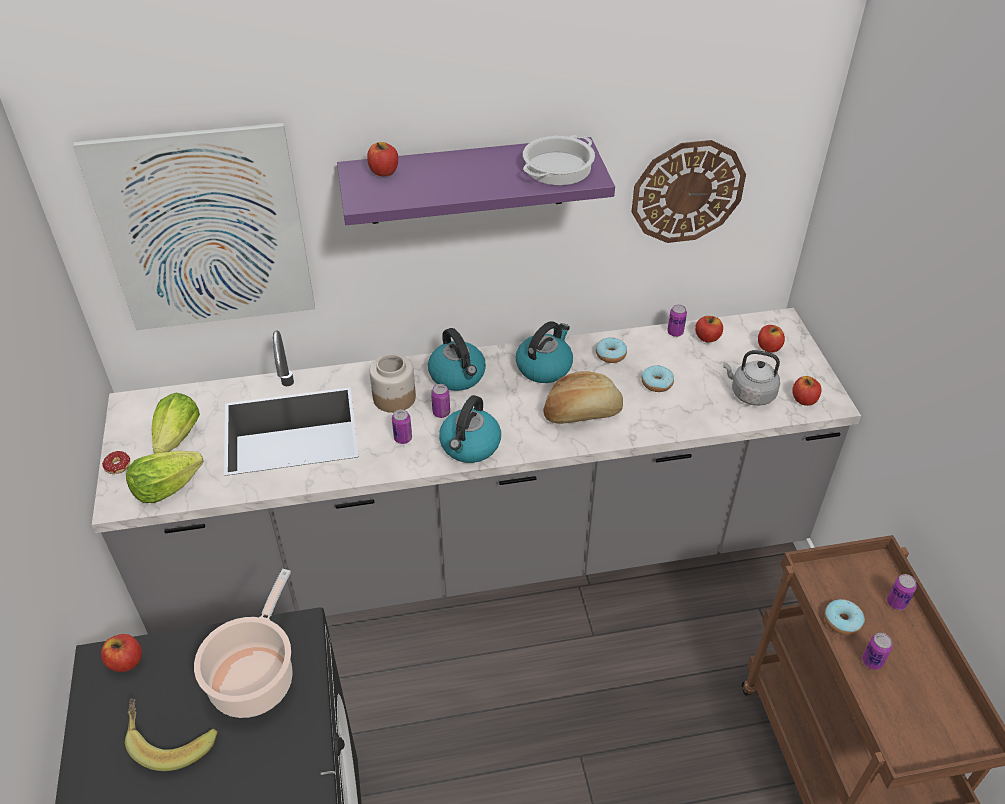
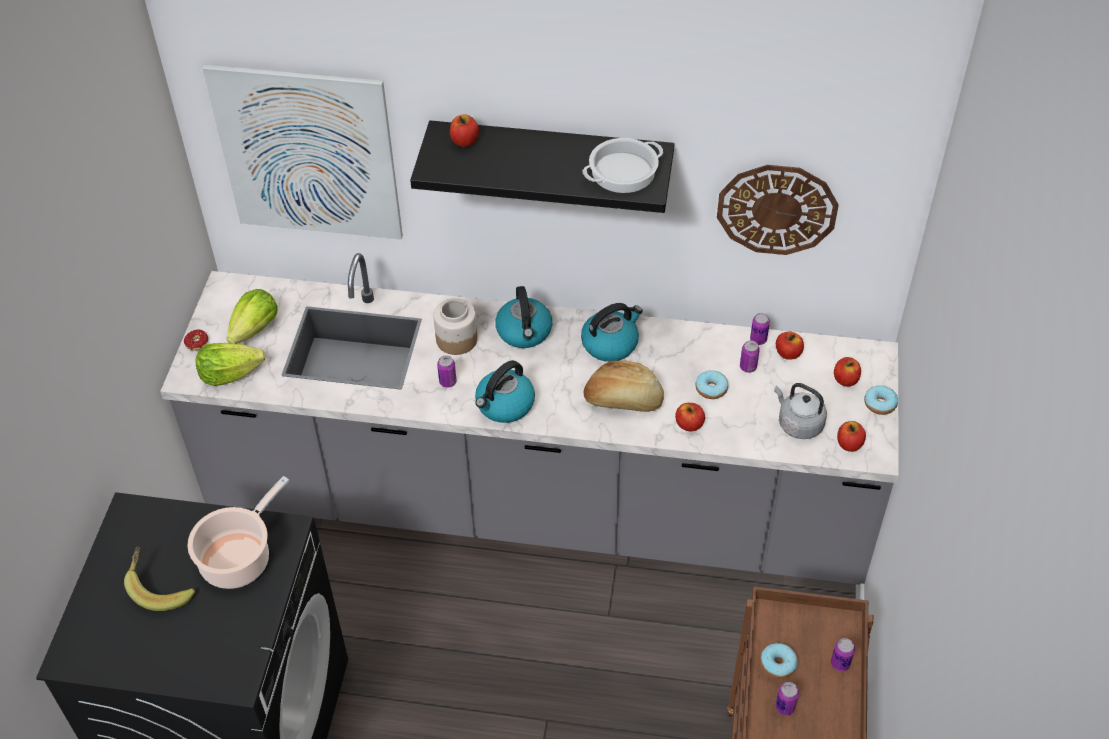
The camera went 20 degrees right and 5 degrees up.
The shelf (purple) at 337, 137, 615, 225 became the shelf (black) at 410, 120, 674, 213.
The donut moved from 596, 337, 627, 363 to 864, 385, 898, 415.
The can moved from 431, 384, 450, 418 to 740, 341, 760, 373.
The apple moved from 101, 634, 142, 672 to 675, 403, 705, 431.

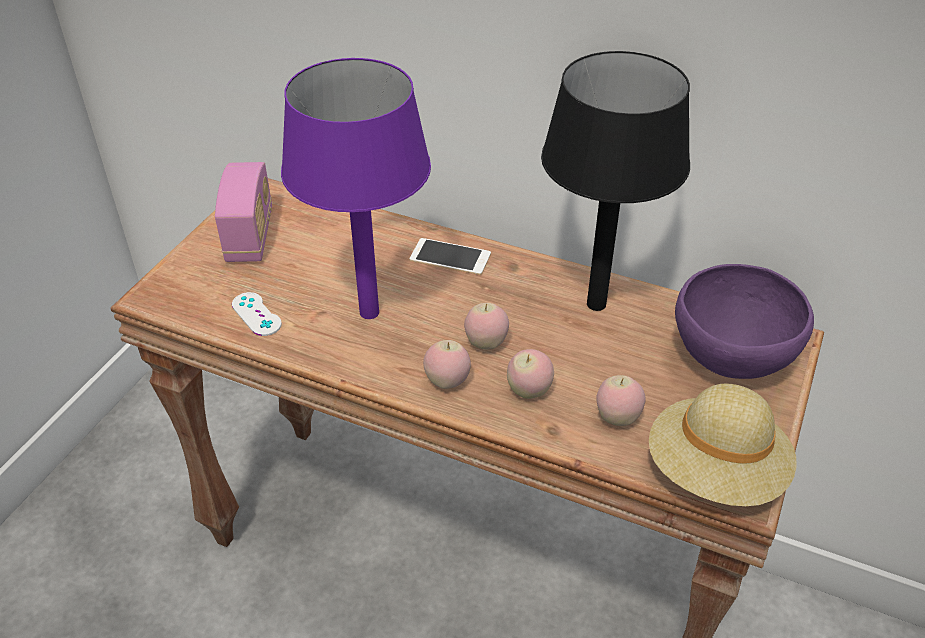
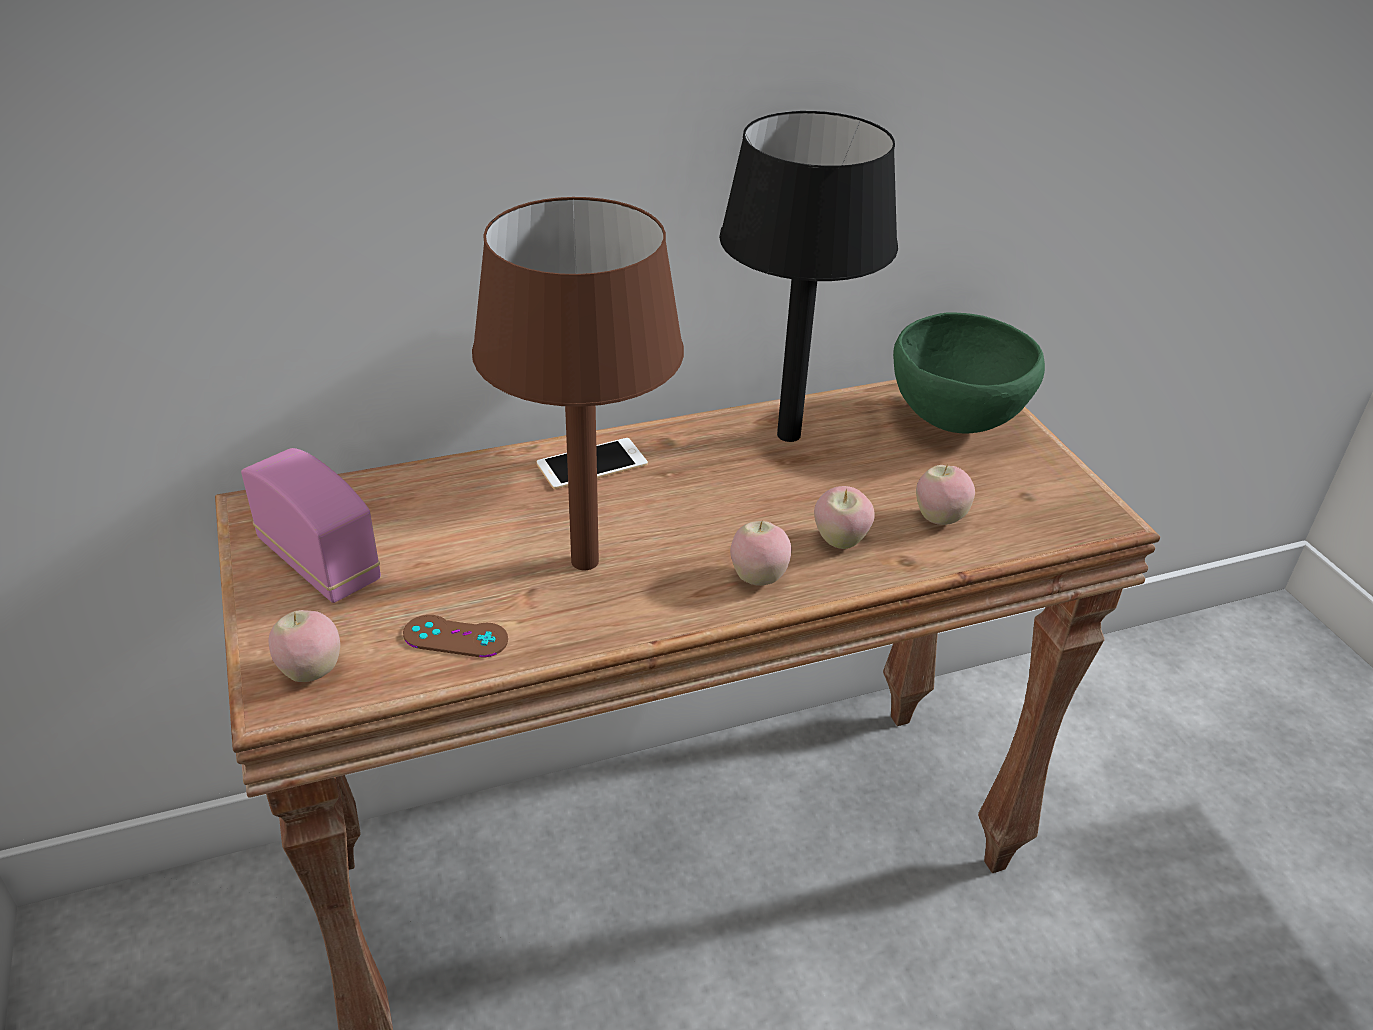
The camera went 45 degrees left and 5 degrees down.
The table lamp (purple) at 281, 58, 431, 319 became the table lamp (brown) at 472, 197, 684, 570.
The bowl (purple) at 675, 264, 814, 379 became the bowl (green) at 893, 312, 1045, 434.
The game controller (white) at 232, 292, 282, 336 became the game controller (brown) at 403, 615, 508, 657.
The apple moved from 464, 303, 509, 350 to 269, 610, 340, 682.
The hat (beige) at 649, 384, 797, 507 disappeared.

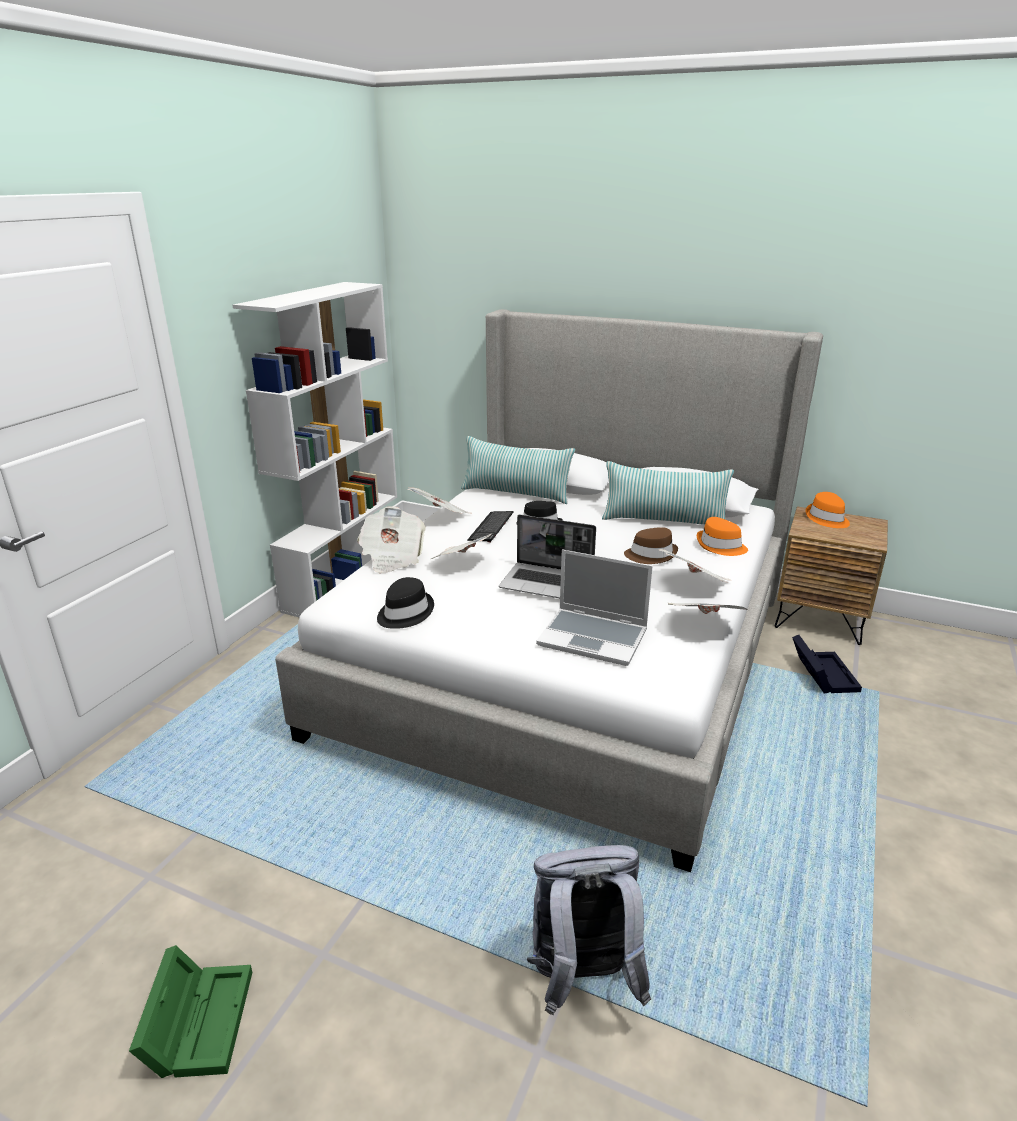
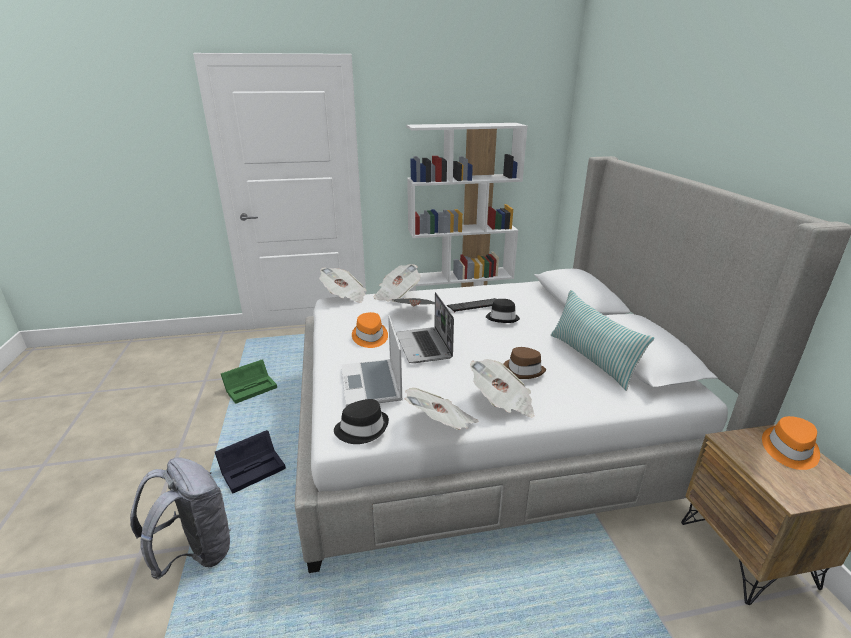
The camera went 55 degrees right and 0 degrees up.
The pillow at 461, 436, 575, 504 disappeared.
The newspaper moved from 407, 487, 472, 514 to 319, 268, 367, 303.
The hat (orange) moved from 697, 517, 748, 556 to 352, 312, 388, 348.
The hat (black) moved from 377, 577, 434, 629 to 334, 399, 389, 444.
The storage box (black) moved from 792, 635, 862, 693 to 215, 430, 286, 494.
The storage box (green) moved from 129, 945, 252, 1078 to 221, 360, 277, 404.

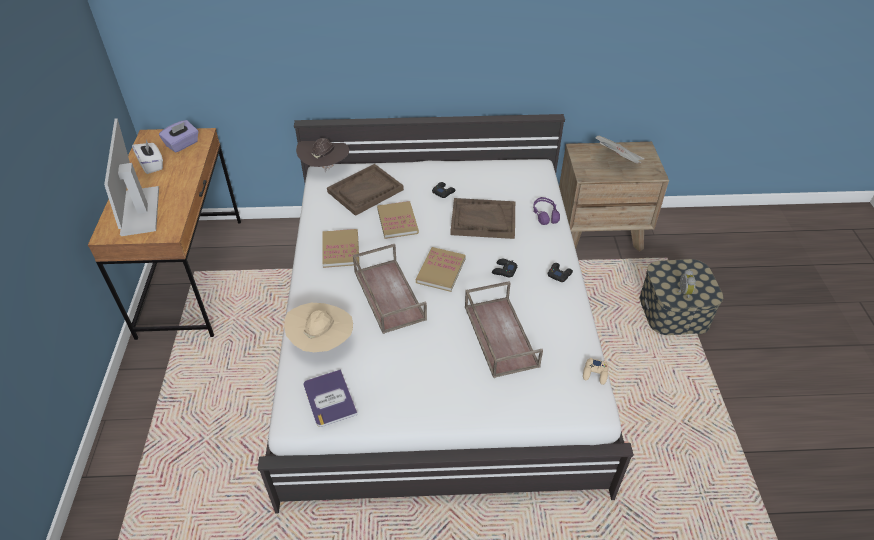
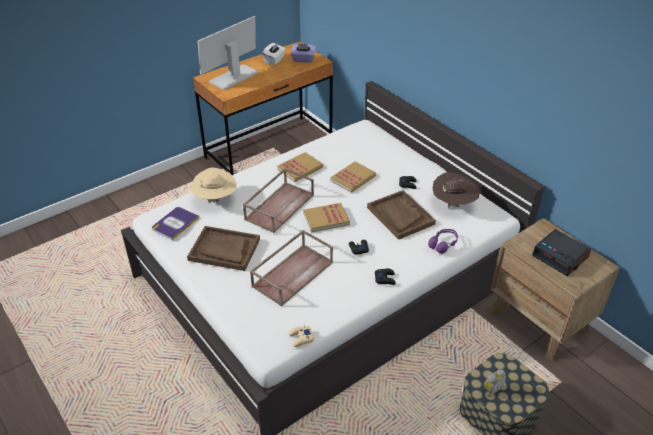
The camera went 55 degrees right and 5 degrees down.
The newspaper at 595, 136, 645, 164 was replaced by the alarm clock at 532, 229, 591, 276.
The hat (brown) moved from 296, 138, 349, 173 to 432, 172, 479, 208.
The tray (brown) moved from 327, 164, 404, 216 to 187, 226, 260, 271.

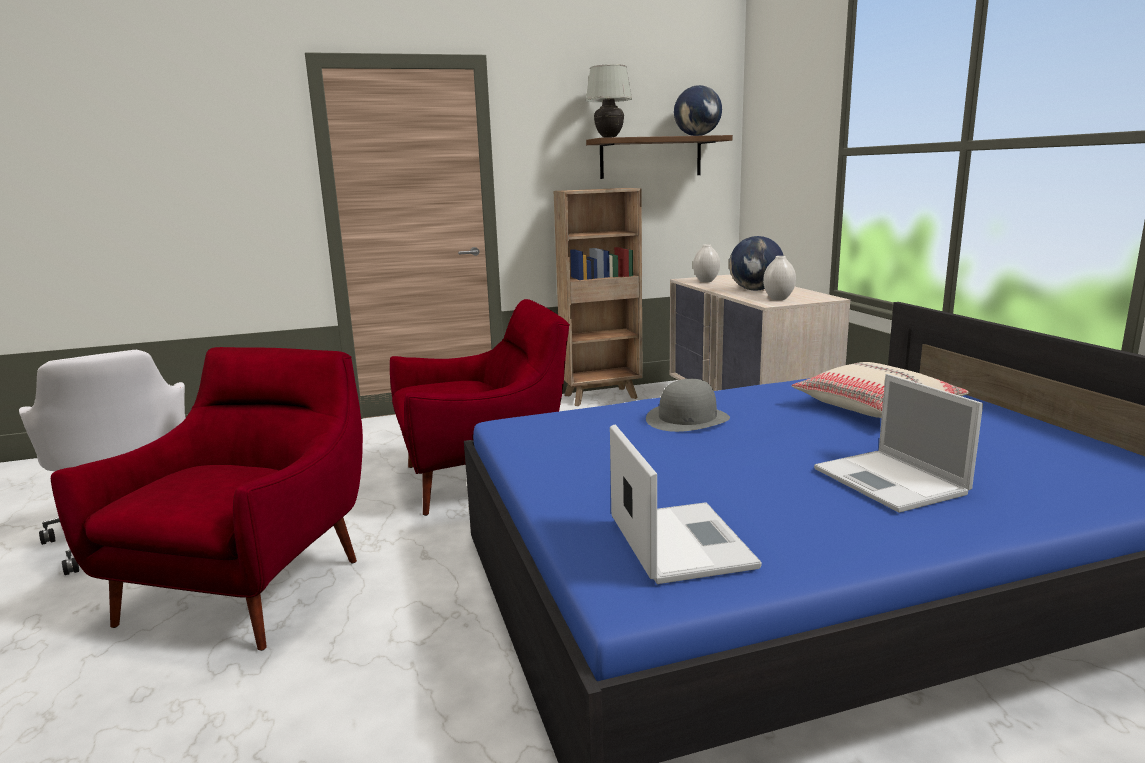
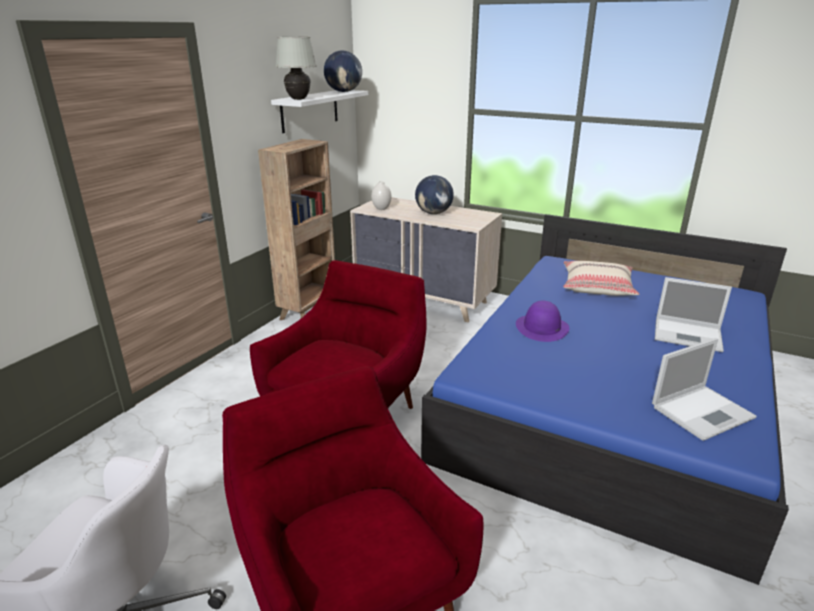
The camera went 45 degrees left and 10 degrees up.
The shelf (brown) at 586, 135, 733, 179 became the shelf (white) at 271, 90, 369, 133.
The vase (white) at 763, 256, 796, 300 disappeared.
The hat (grey) at 646, 379, 730, 432 became the hat (purple) at 516, 301, 569, 342.
The laptop at 610, 425, 762, 584 turned 120 degrees clockwise.

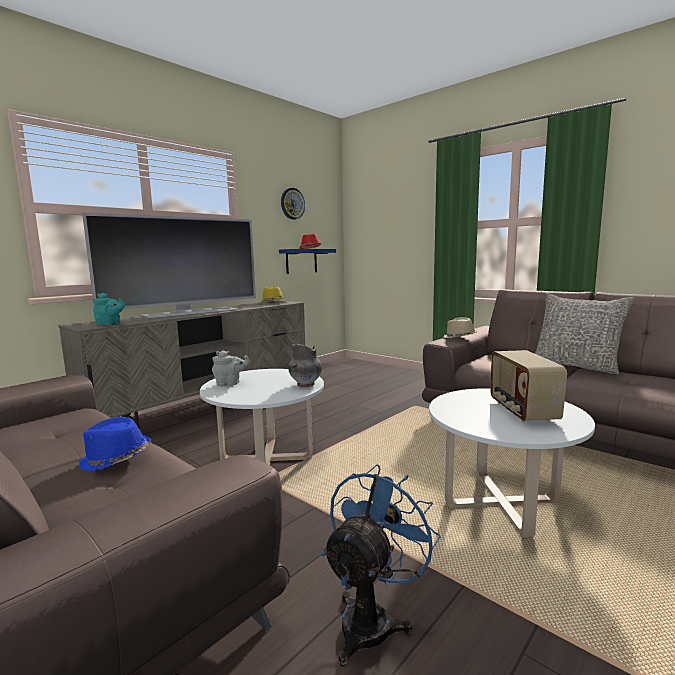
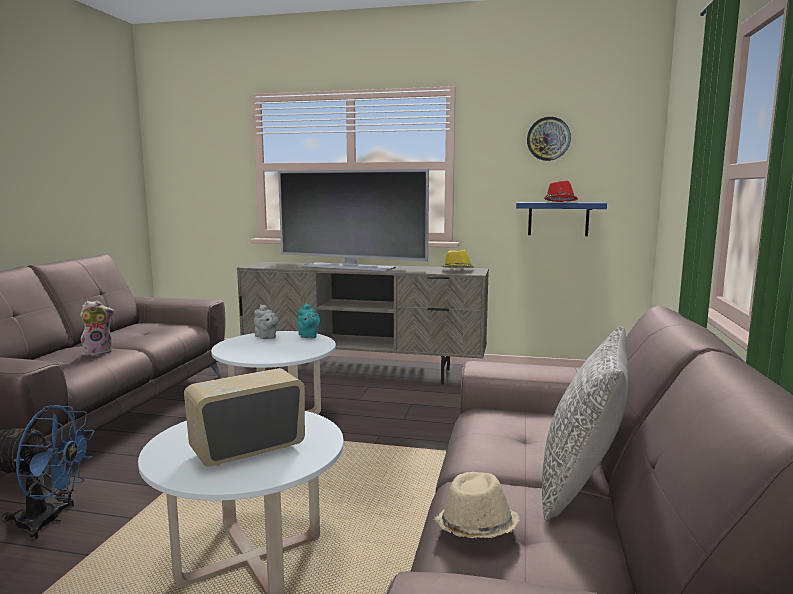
The camera went 60 degrees right and 0 degrees up.
The teapot (turquoise) moved from 93, 293, 125, 325 to 297, 303, 320, 338.
The hat (beige) moved from 443, 317, 478, 338 to 434, 472, 520, 538.
The vase (grey) at 288, 344, 322, 387 disappeared.
The hat (blue) at 79, 417, 151, 471 was replaced by the plush toy at 80, 300, 114, 356.

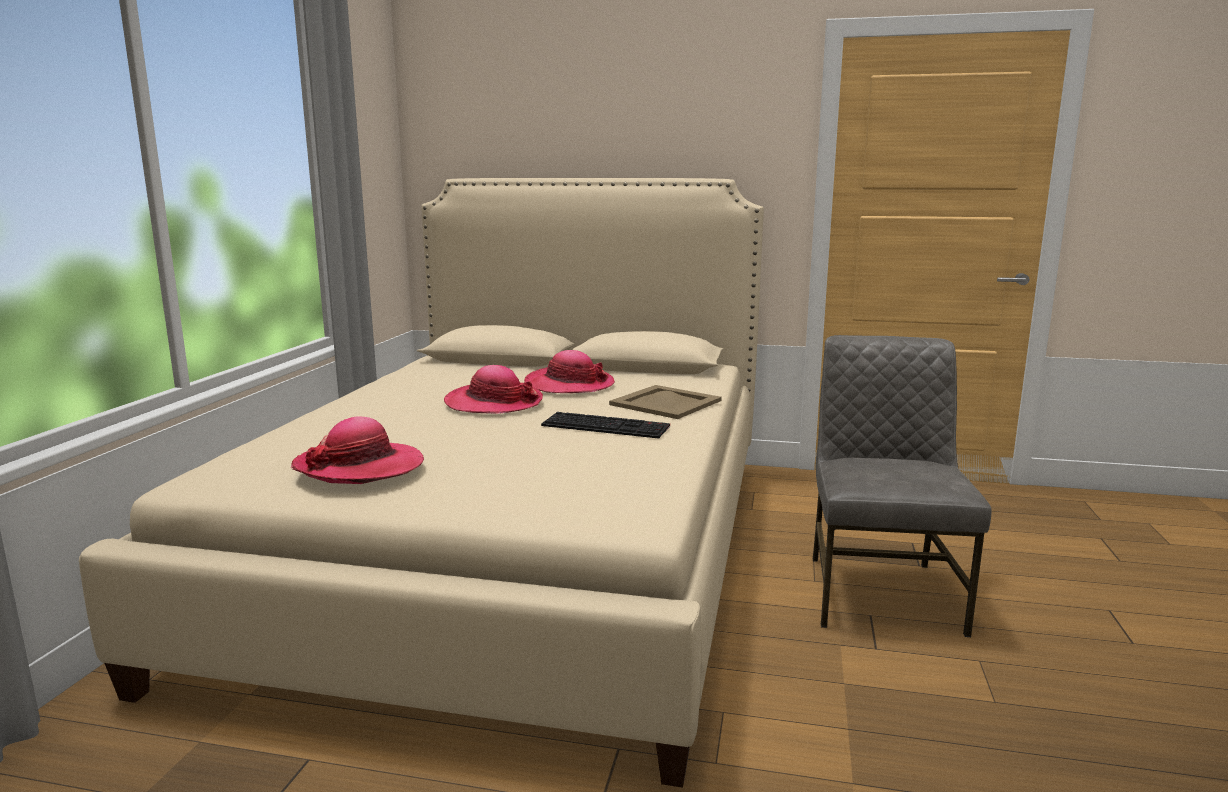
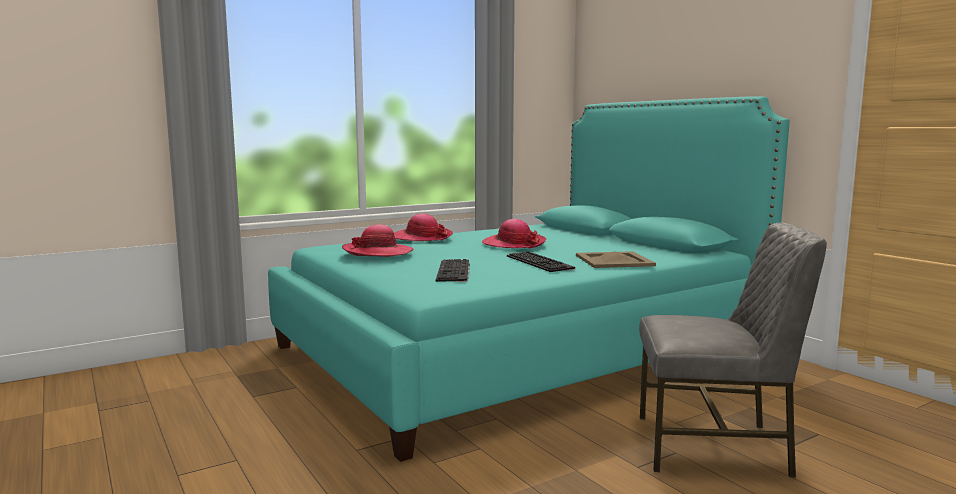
The camera went 45 degrees right and 5 degrees down.
The bed (beige) at 79, 178, 764, 788 became the bed (turquoise) at 268, 96, 790, 462.
The chair (grey) at 813, 335, 991, 637 turned 45 degrees clockwise.
The hat moved from 524, 350, 615, 393 to 394, 213, 453, 241.
The keyboard at 436, 259, 470, 282 appeared.

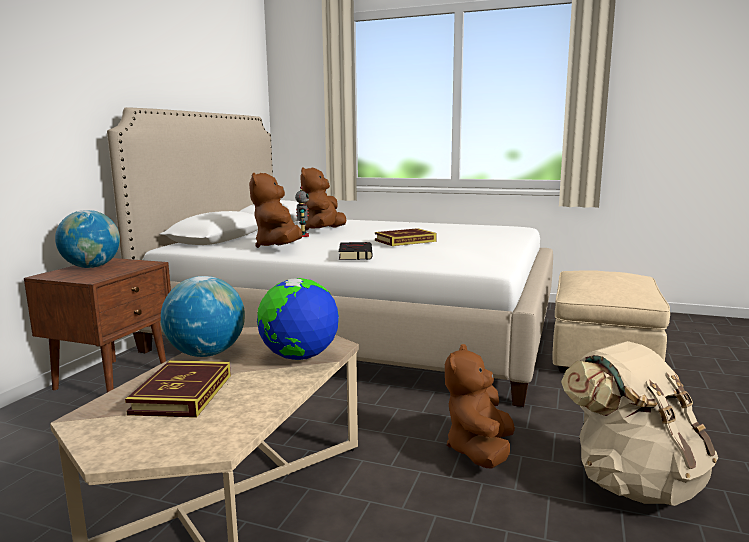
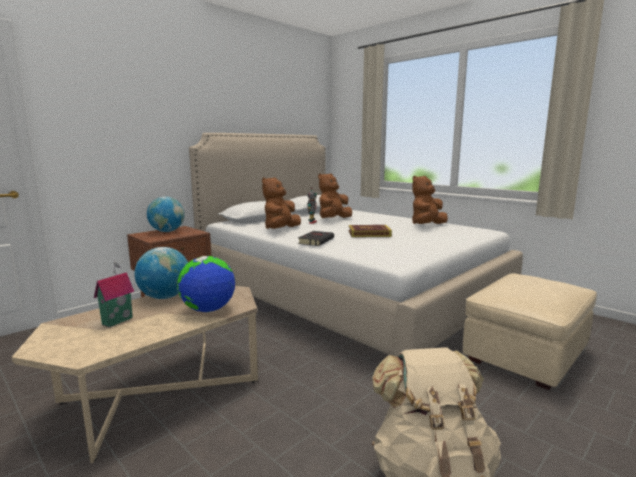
The camera went 25 degrees right and 0 degrees up.
The plush toy (brown) moved from 445, 344, 515, 468 to 412, 175, 448, 224.
The book at 125, 360, 231, 418 was replaced by the toy house at 94, 260, 134, 327.

